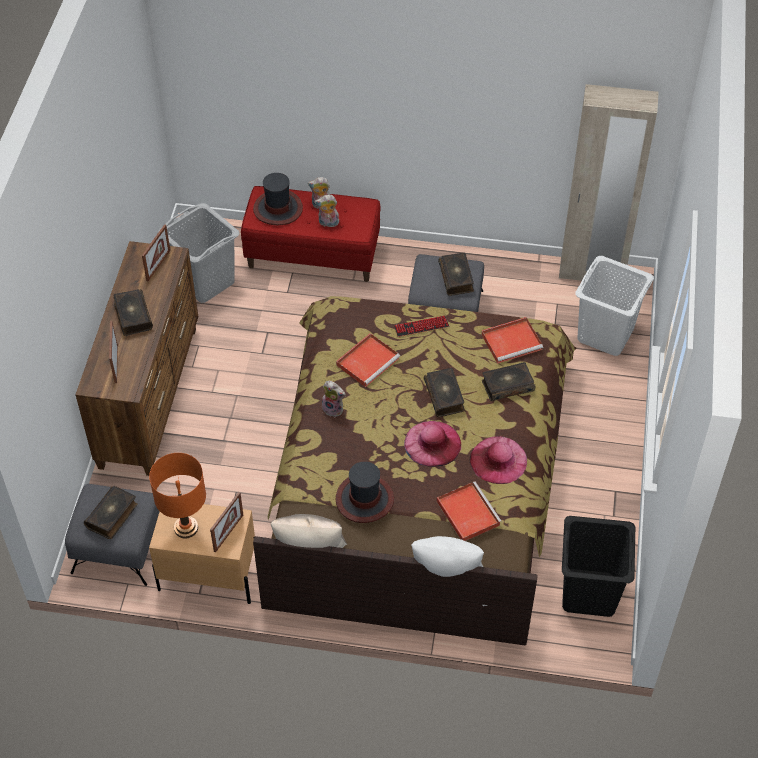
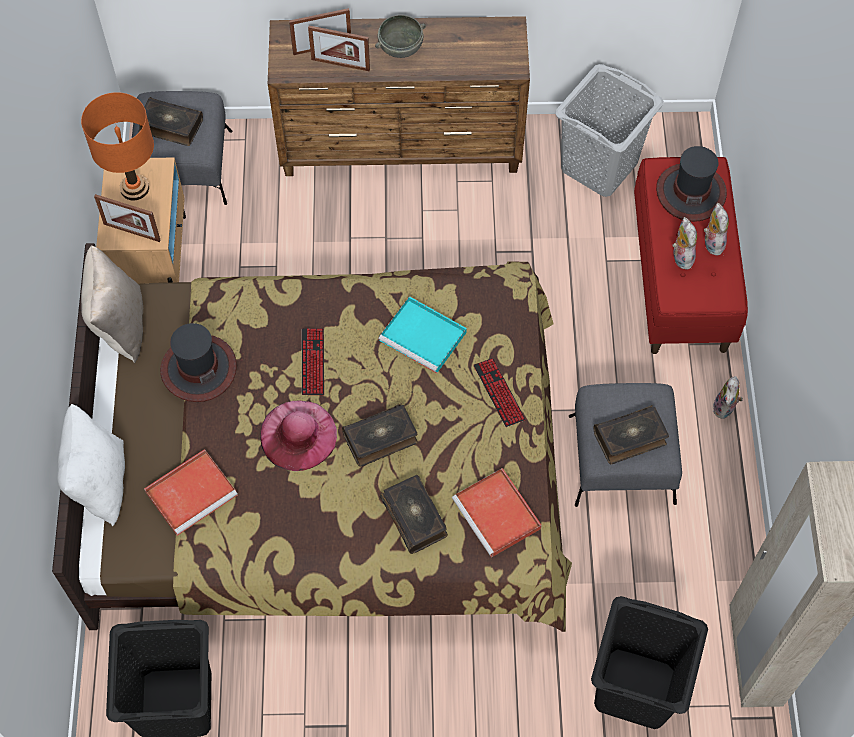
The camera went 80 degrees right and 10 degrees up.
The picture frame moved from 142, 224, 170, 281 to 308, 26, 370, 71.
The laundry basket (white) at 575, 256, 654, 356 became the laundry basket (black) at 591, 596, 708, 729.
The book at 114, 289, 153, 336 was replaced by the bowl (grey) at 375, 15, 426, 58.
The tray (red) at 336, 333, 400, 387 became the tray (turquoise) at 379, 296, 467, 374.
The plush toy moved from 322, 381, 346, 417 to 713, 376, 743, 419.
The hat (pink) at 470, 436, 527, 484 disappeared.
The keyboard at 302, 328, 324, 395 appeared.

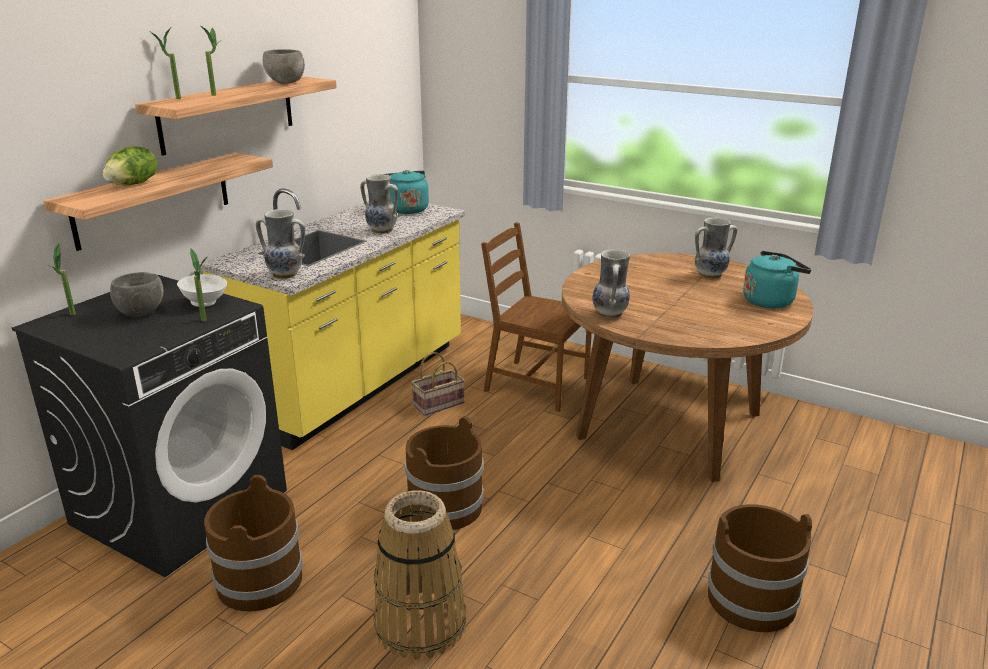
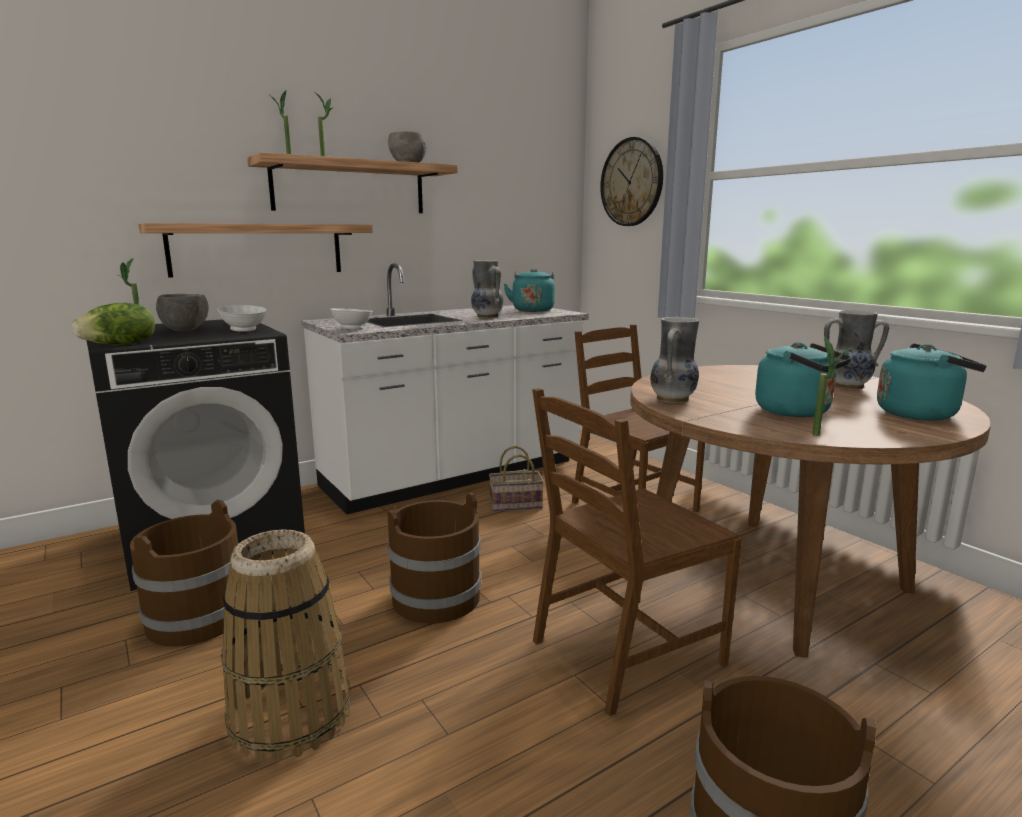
The camera went 25 degrees right and 10 degrees down.
The lettuce moved from 103, 147, 158, 186 to 72, 303, 155, 345.
The counter (yellow) at 200, 188, 465, 450 became the counter (white) at 301, 263, 589, 514.
The vase at 256, 209, 305, 279 was replaced by the bowl (white) at 330, 308, 373, 329.
The potted plant moved from 190, 249, 208, 321 to 812, 336, 854, 436.
The wall clock at 600, 137, 663, 226 appeared.
The kettle (turquoise) at 755, 342, 851, 417 appeared.
The chair (brown) at 532, 388, 742, 716 appeared.

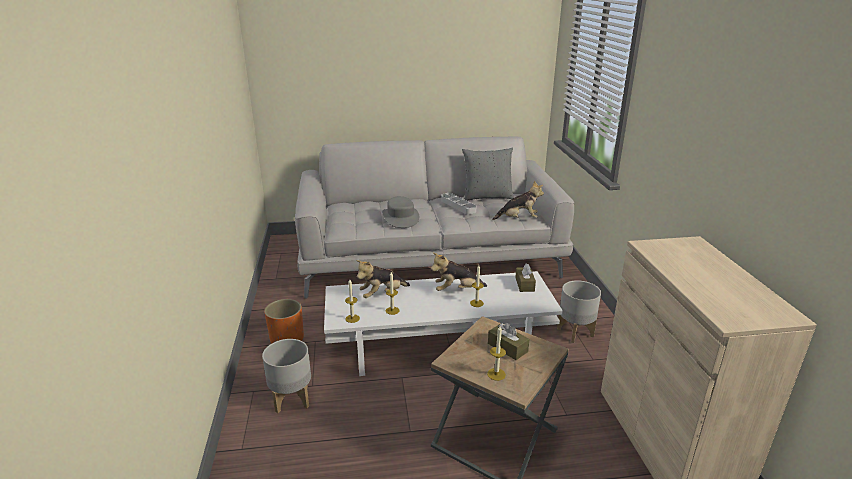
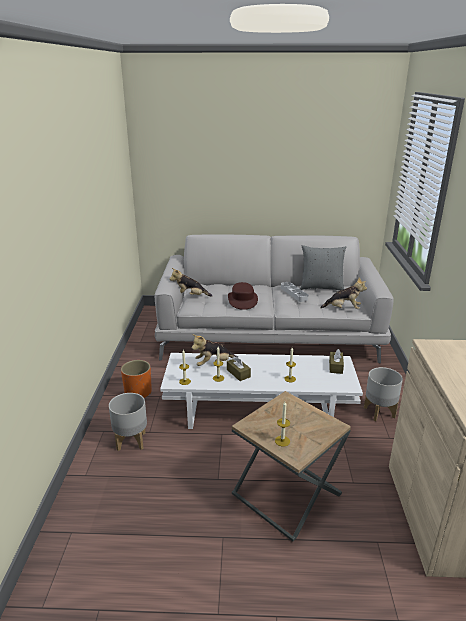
The camera went 10 degrees right and 0 degrees up.
The hat (grey) at 382, 196, 419, 228 became the hat (brown) at 228, 282, 258, 310.
The plush toy moved from 431, 252, 487, 291 to 169, 268, 213, 297.
The tissue box (brown) moved from 488, 322, 529, 360 to 227, 356, 251, 381.

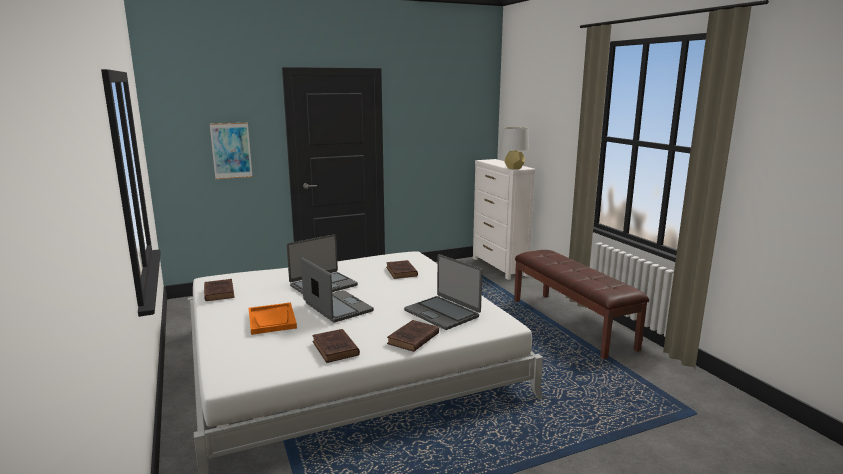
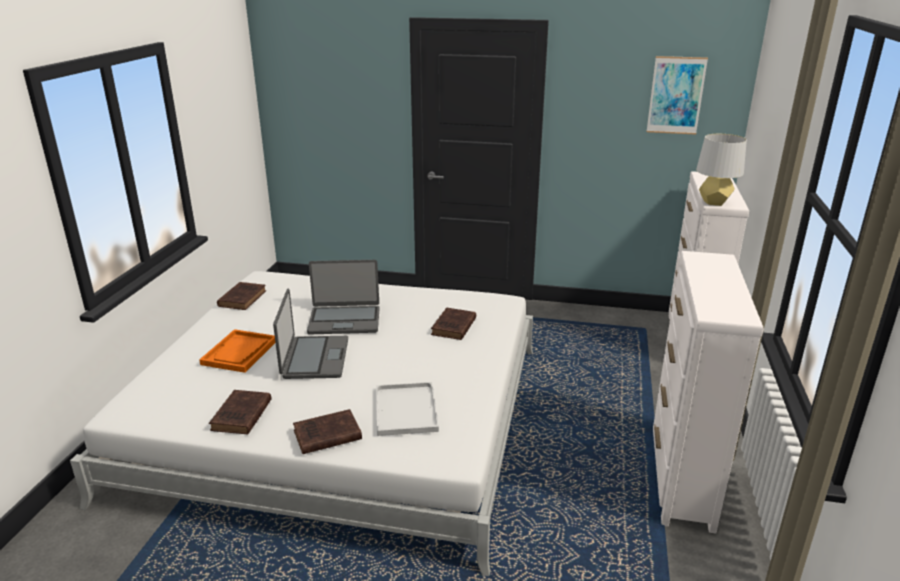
The camera went 35 degrees right and 10 degrees up.
The picture moved from 210, 123, 253, 179 to 646, 56, 708, 135.
The bench (brown) at 514, 250, 649, 359 was replaced by the dresser (white) at 653, 251, 764, 533.
The laptop at 404, 254, 482, 330 was replaced by the tray (white) at 376, 382, 439, 436.

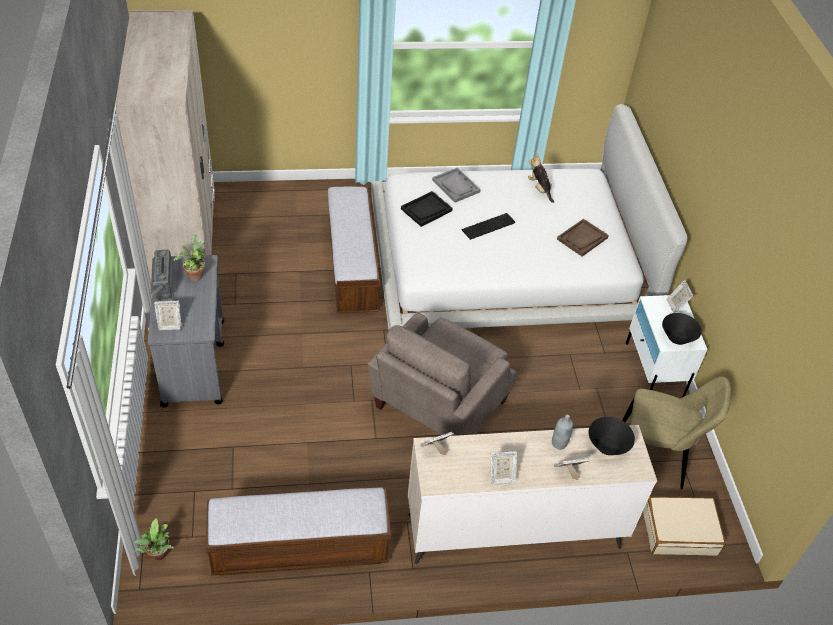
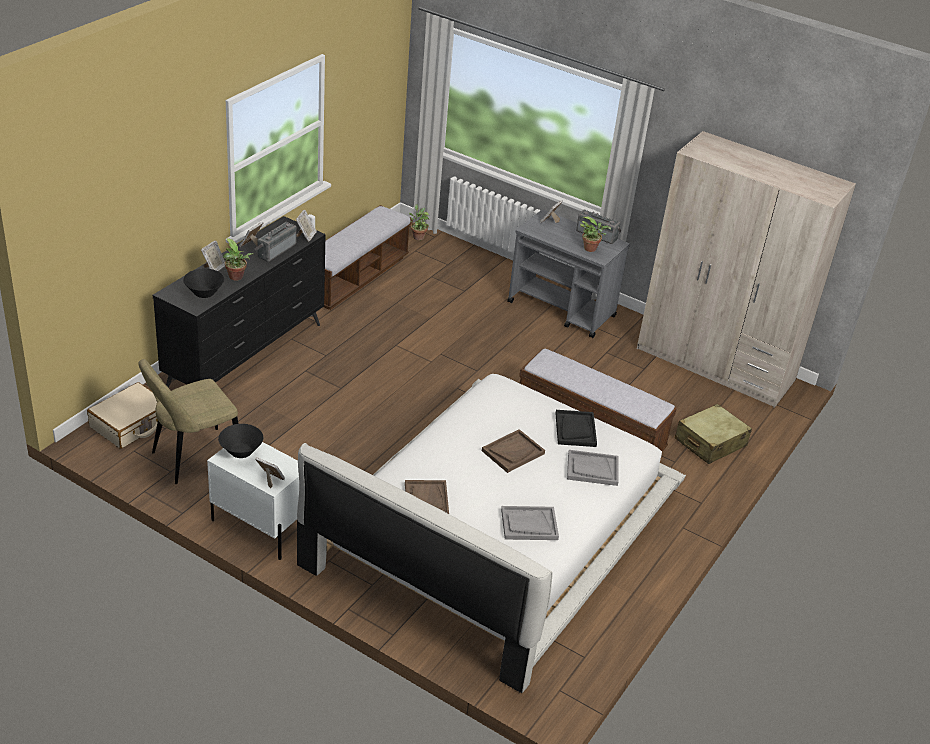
The camera went 130 degrees right and 10 degrees down.
The plush toy at 528, 153, 554, 203 was replaced by the tray (grey) at 501, 506, 559, 540.
The keyboard at 461, 213, 516, 240 was replaced by the tray (brown) at 482, 429, 545, 473.
The armchair (beige) at 368, 313, 516, 436 disappeared.
The bottle (grey) at 552, 415, 573, 450 was replaced by the potted plant at 223, 238, 254, 281.
The dresser (beige) at 407, 425, 657, 564 became the dresser (black) at 153, 216, 326, 388.
The radio at 254, 222, 296, 262 appeared.
The suitcase (beige) at 675, 404, 752, 464 appeared.

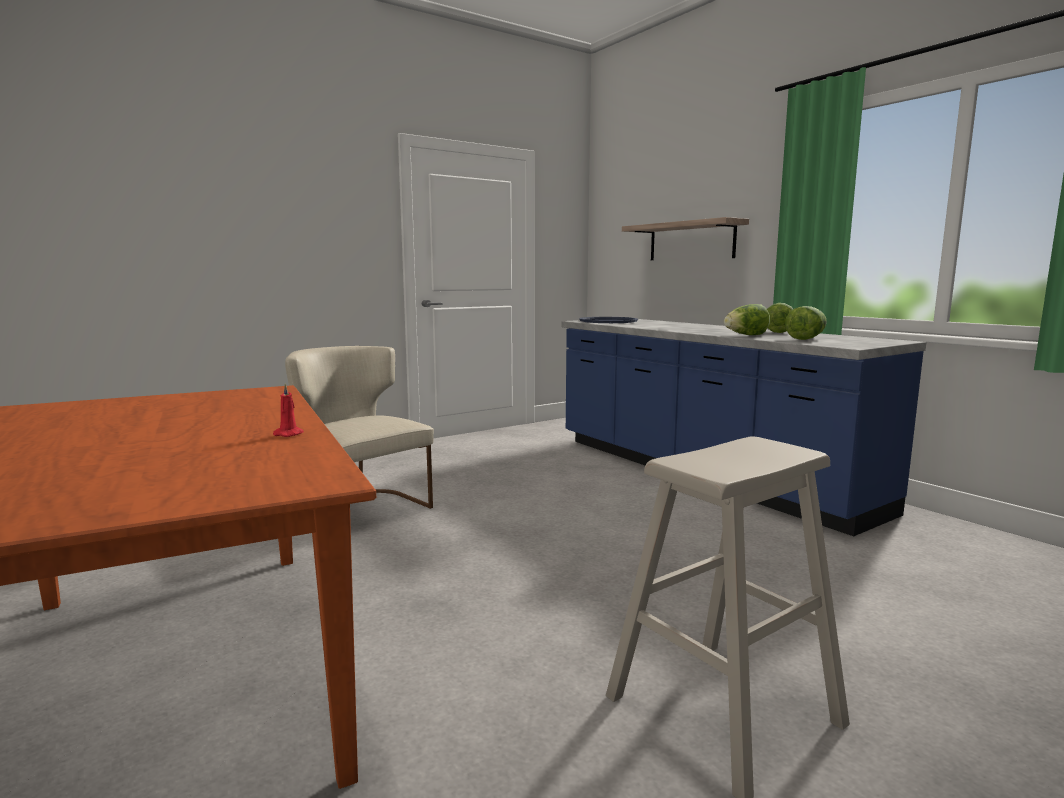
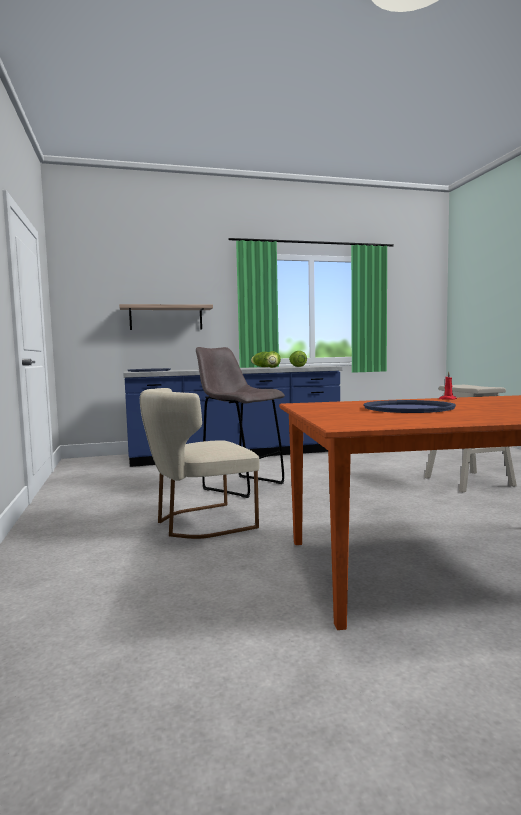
The camera went 70 degrees left and 5 degrees down.
The stool (grey) at 196, 347, 285, 498 appeared.
The tray (blue) at 364, 400, 456, 413 appeared.

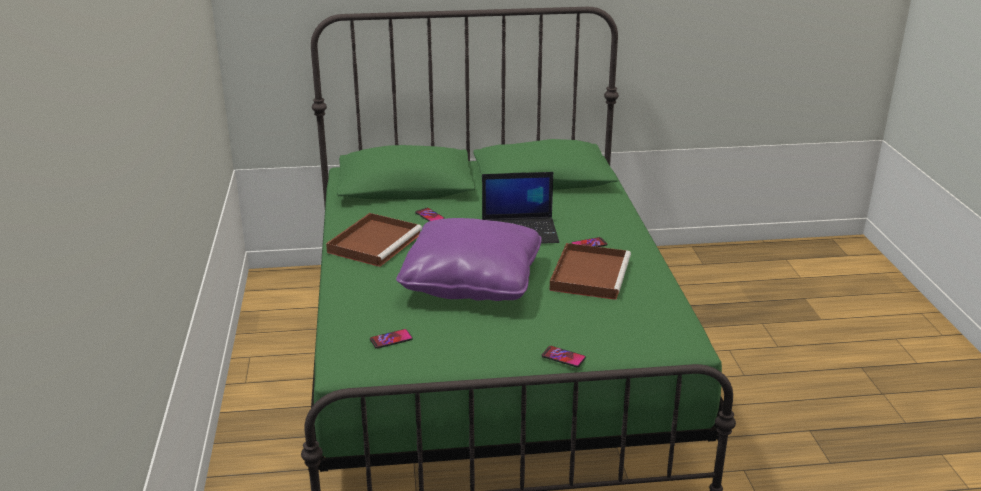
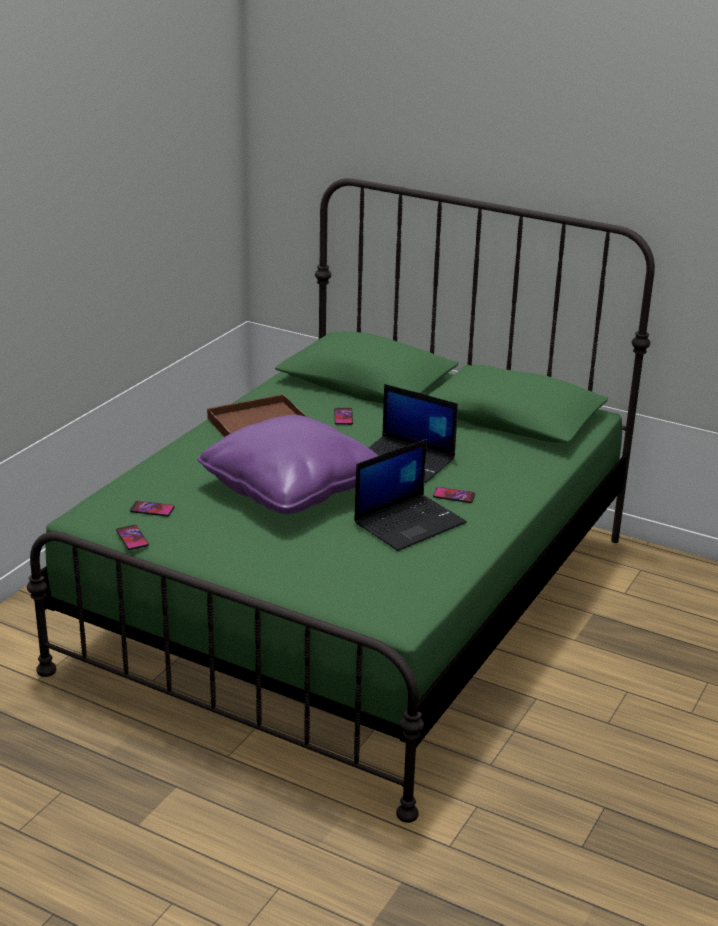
The camera went 35 degrees right and 0 degrees up.
The tray (brown) at 549, 243, 631, 300 was replaced by the laptop at 354, 439, 467, 551.
The phone moved from 542, 346, 586, 367 to 116, 525, 149, 550.

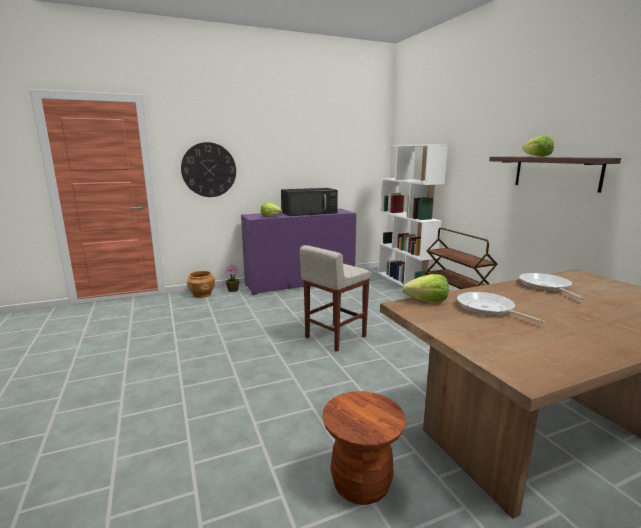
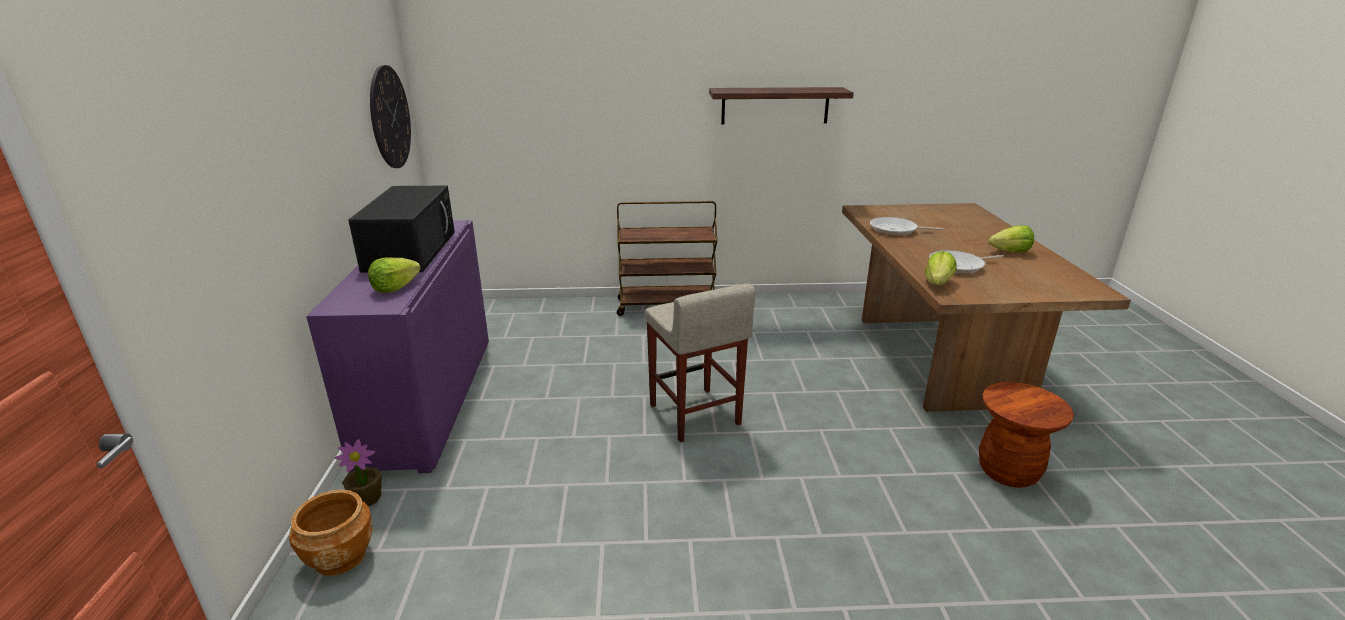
The camera went 70 degrees left and 10 degrees up.
The lettuce moved from 522, 136, 554, 157 to 988, 225, 1034, 252.
The wall clock moved from 181, 142, 236, 197 to 370, 65, 411, 168.
The bookcase (white) at 378, 144, 448, 286 disappeared.

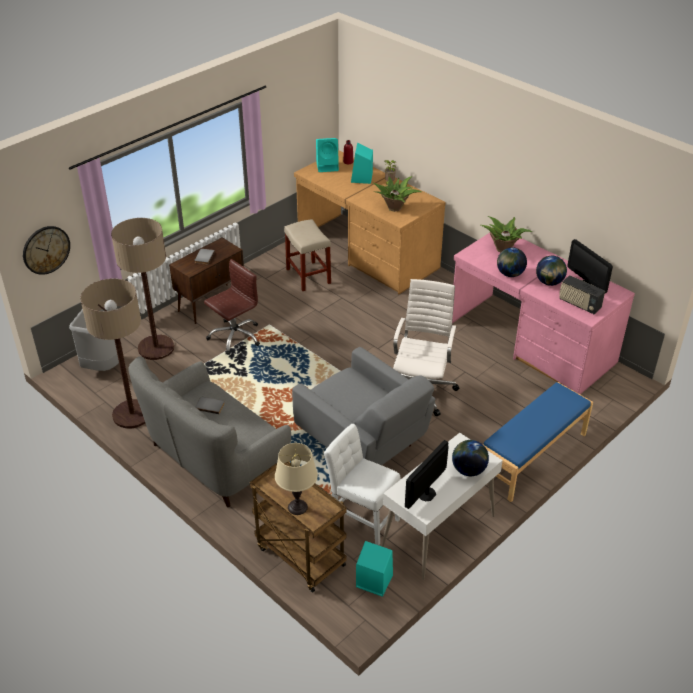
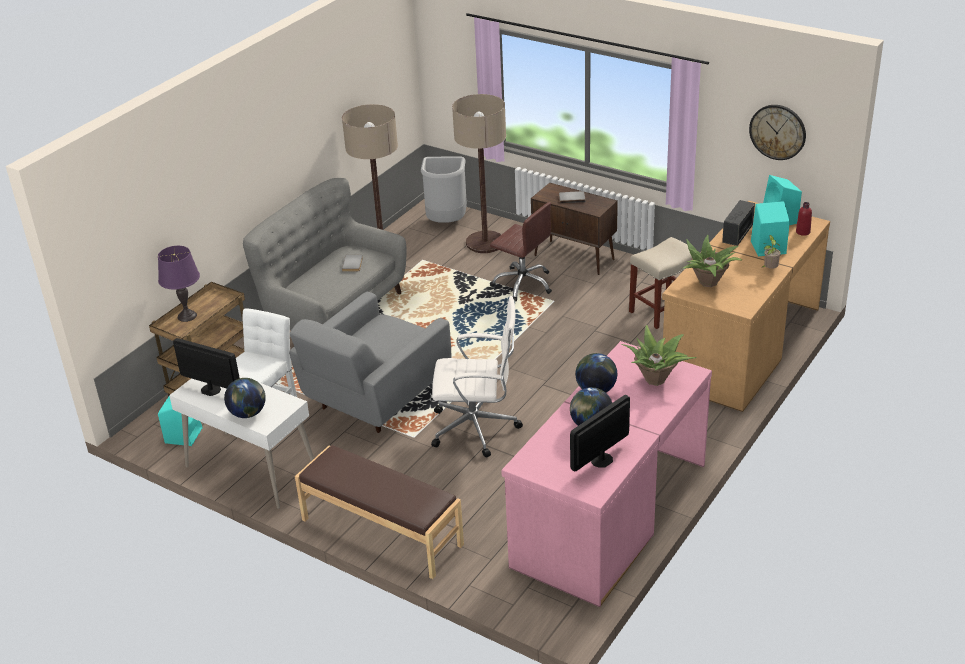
The camera went 80 degrees right and 5 degrees down.
The wall clock moved from 23, 226, 70, 275 to 749, 105, 806, 160.
The radio moved from 559, 275, 605, 314 to 722, 200, 755, 246.
The bench (blue) at 483, 382, 593, 502 became the bench (brown) at 295, 445, 464, 579.
The table lamp (beige) at 275, 443, 318, 515 became the table lamp (purple) at 158, 246, 200, 322.

